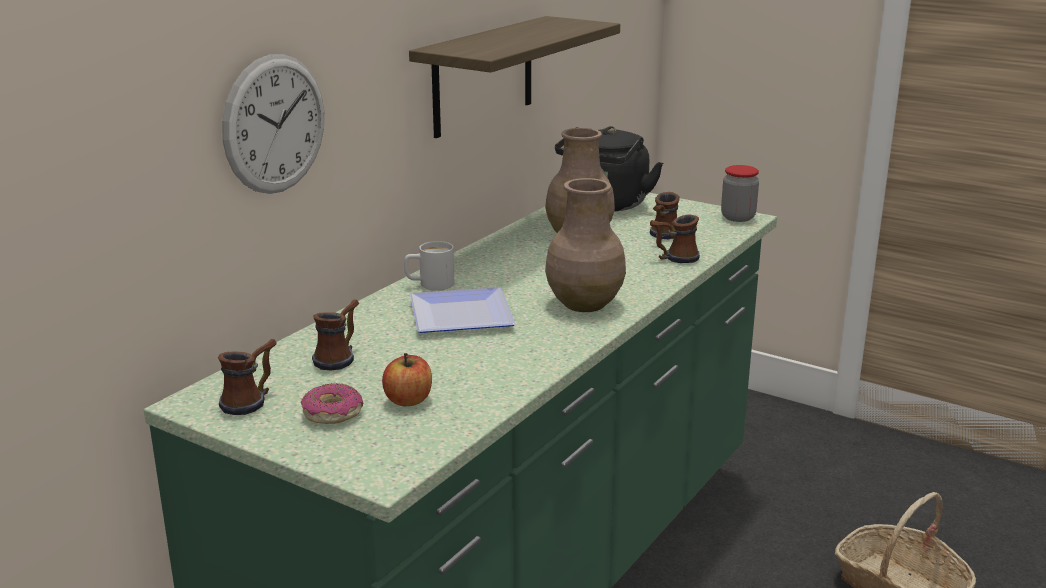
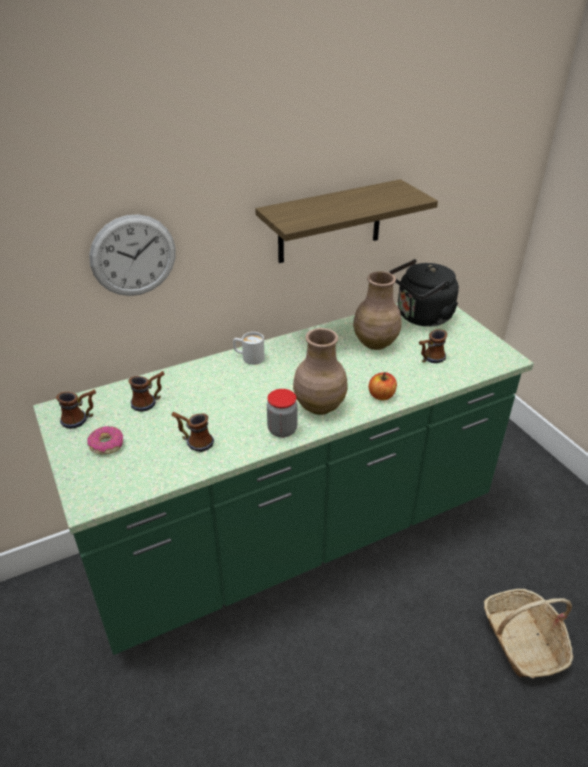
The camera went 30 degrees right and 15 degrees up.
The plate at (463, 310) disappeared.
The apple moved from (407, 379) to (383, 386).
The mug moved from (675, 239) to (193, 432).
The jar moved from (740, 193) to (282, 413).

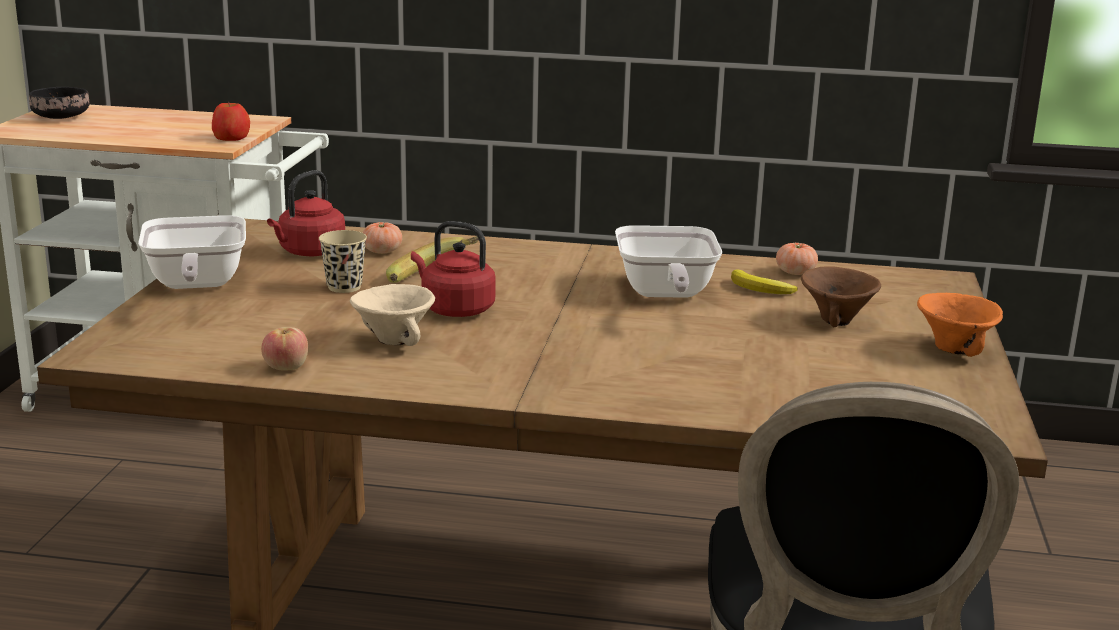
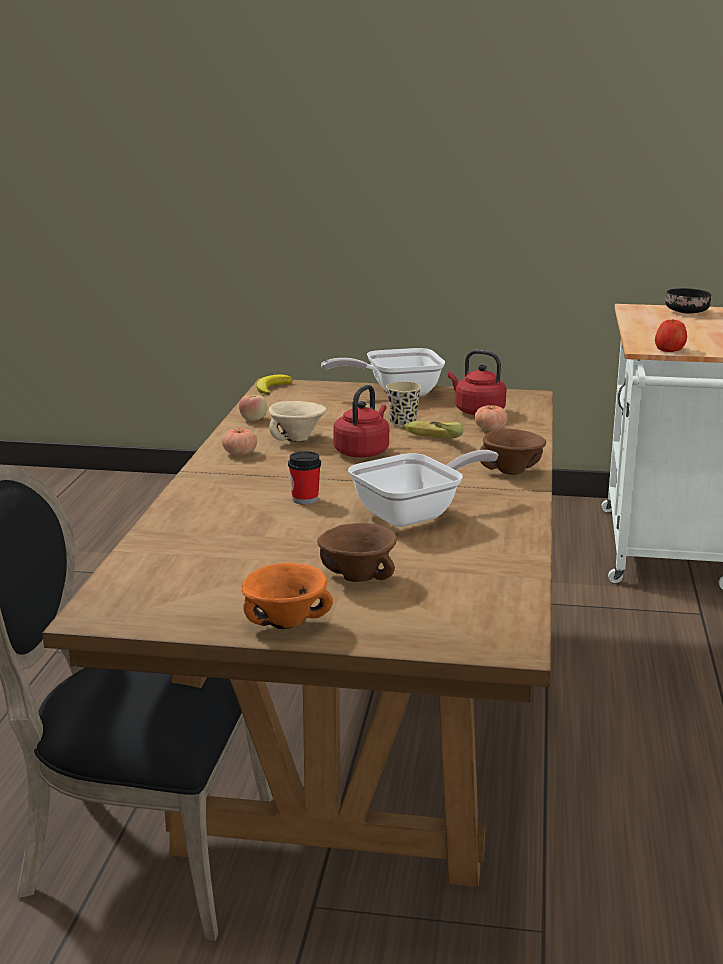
The camera went 90 degrees right and 0 degrees up.
The cup at (304, 478) appeared.
The brown bowl at (513, 452) appeared.
The banana moved from (764, 281) to (274, 385).
The tomato moved from (797, 259) to (239, 442).
The frying pan at (668, 261) turned 150 degrees clockwise.

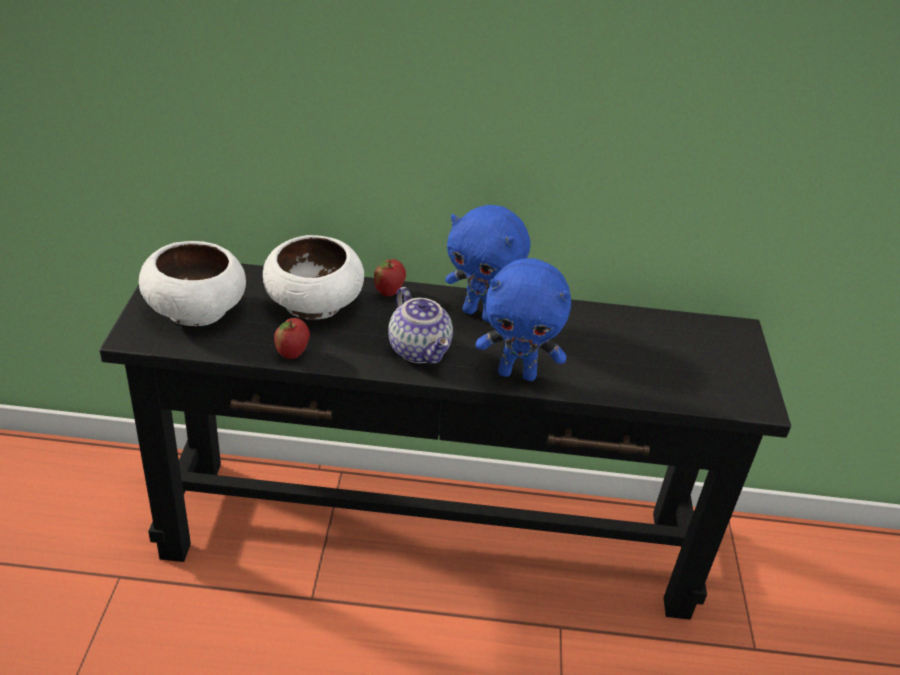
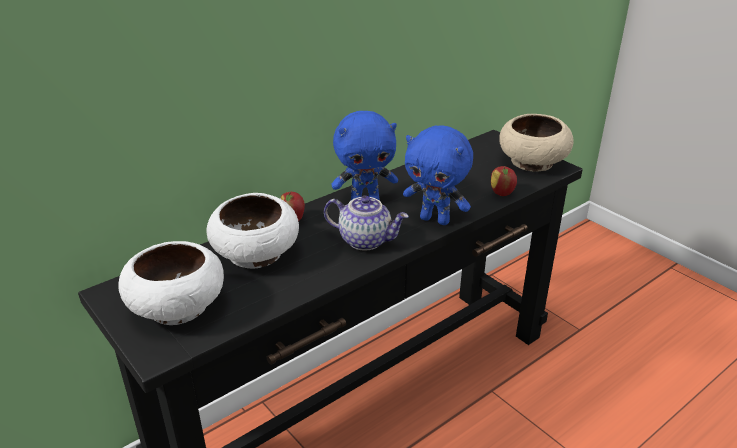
The camera went 40 degrees left and 5 degrees down.
The beige bowl at (536, 143) appeared.
The apple moved from (292, 338) to (504, 181).
The blue plush toy at (523, 319) turned 60 degrees clockwise.

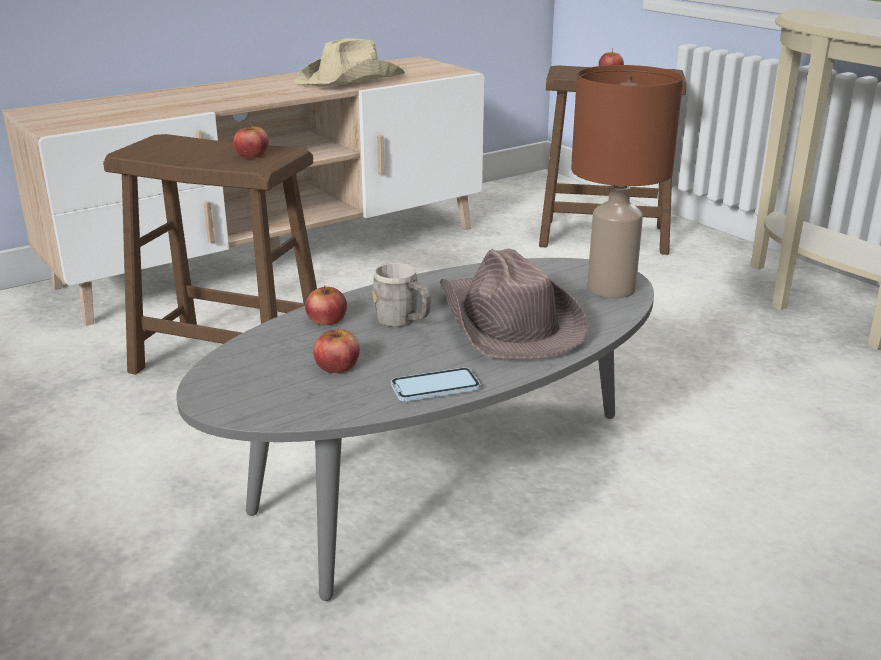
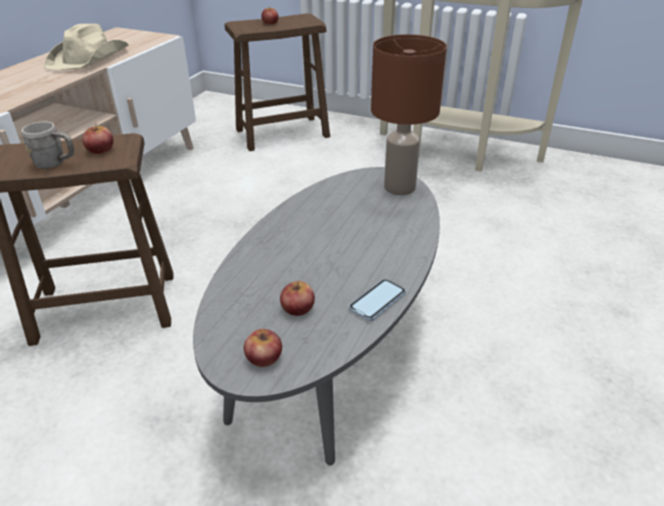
The camera went 30 degrees left and 10 degrees up.
The brown hat at (514, 304) disappeared.
The apple moved from (326, 305) to (263, 348).
The grey mug moved from (401, 295) to (48, 145).

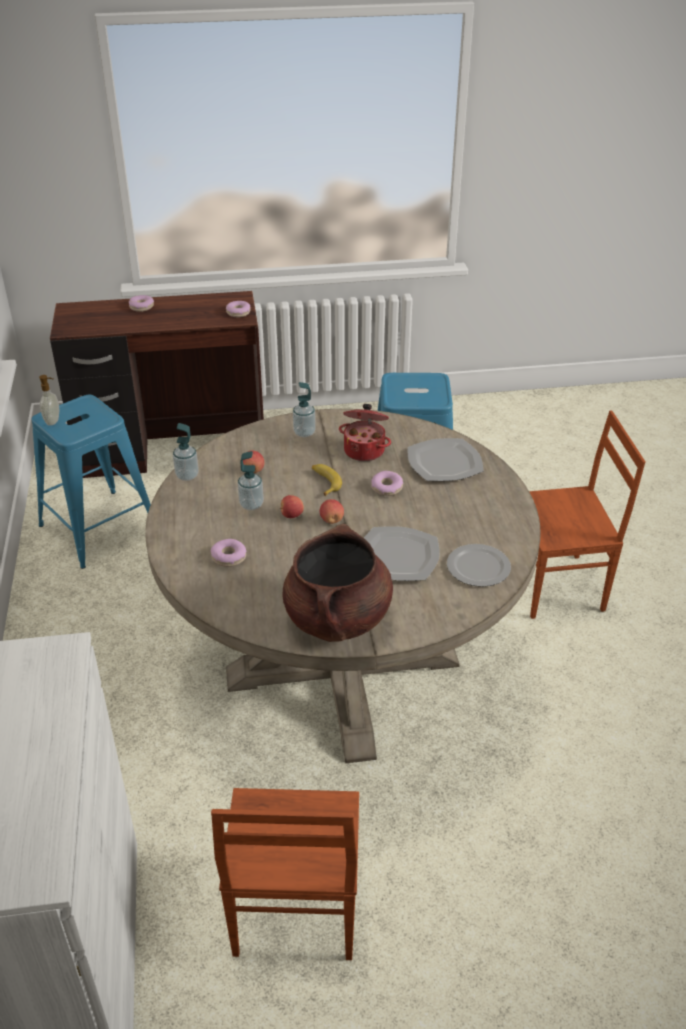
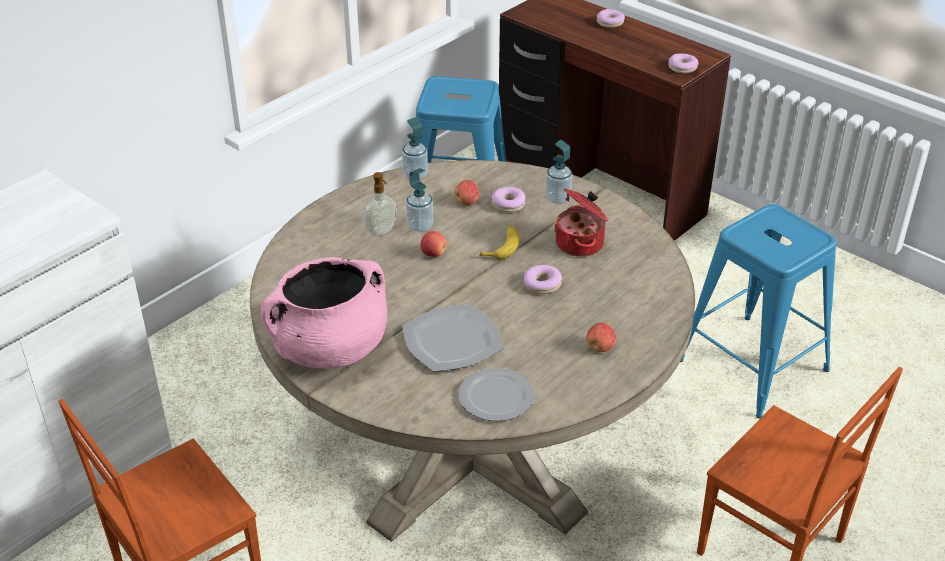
The camera went 50 degrees right and 0 degrees up.
The plate at (445, 459) disappeared.
The soap dispenser moved from (49, 400) to (380, 204).
The donut moved from (228, 553) to (508, 200).
The apple moved from (332, 511) to (601, 337).
The brown cooking pot at (338, 582) became the pink cooking pot at (324, 313).

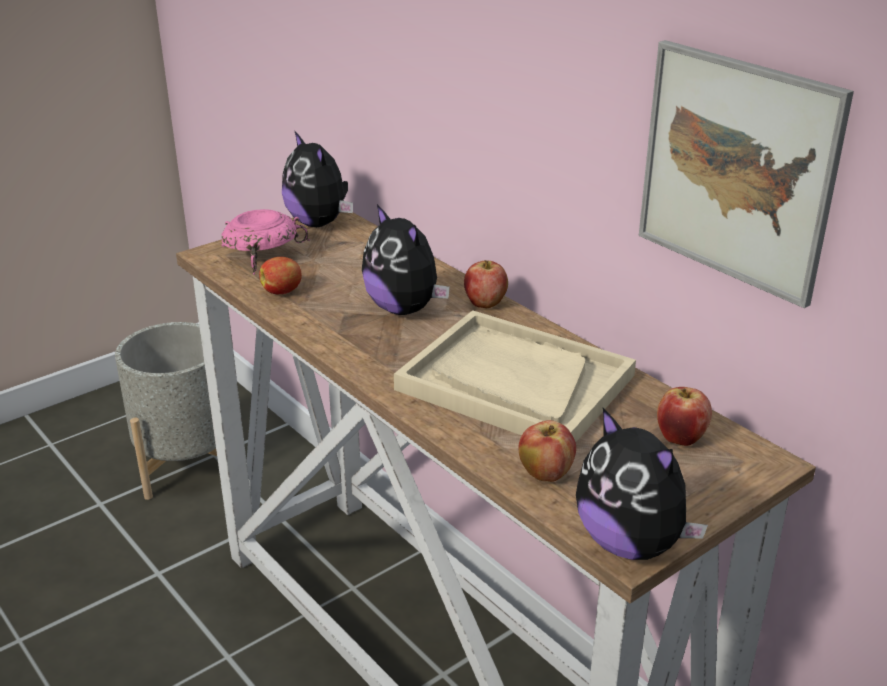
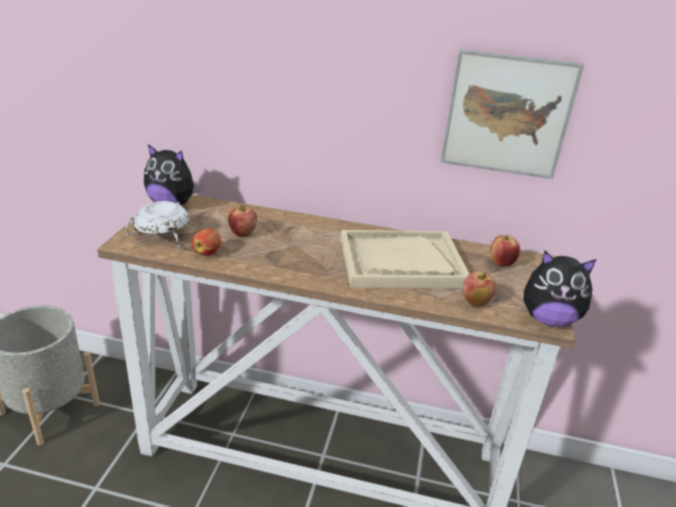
The camera went 40 degrees left and 0 degrees up.
The plush toy at (406, 259) disappeared.
The apple moved from (486, 284) to (242, 221).
The pink bowl at (265, 242) became the white bowl at (157, 224).

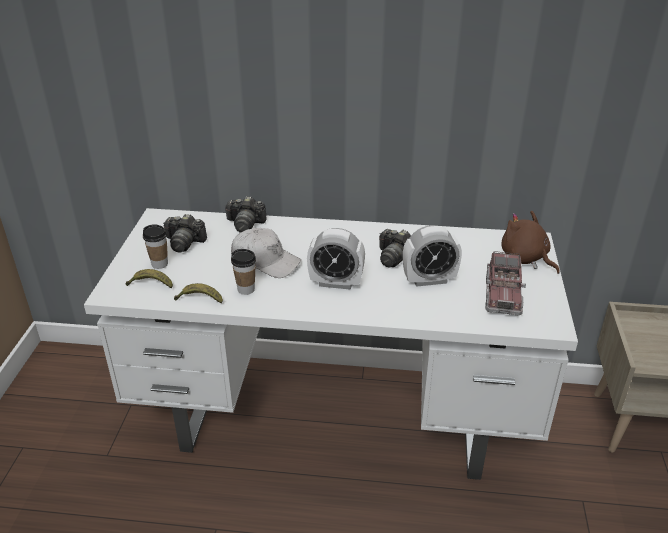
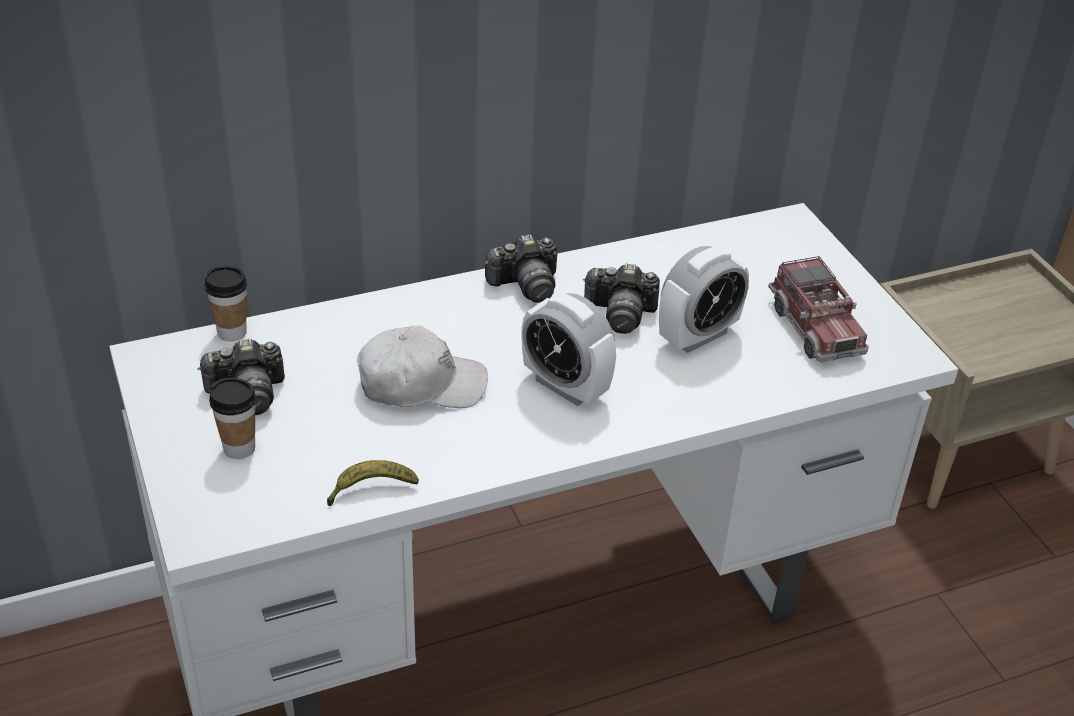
The camera went 30 degrees left and 5 degrees up.
The banana at (149, 278) disappeared.
The brown plush toy at (531, 242) disappeared.
The photo camera moved from (246, 214) to (521, 268).
The cup moved from (243, 272) to (225, 304).
The alarm clock at (336, 259) turned 60 degrees clockwise.

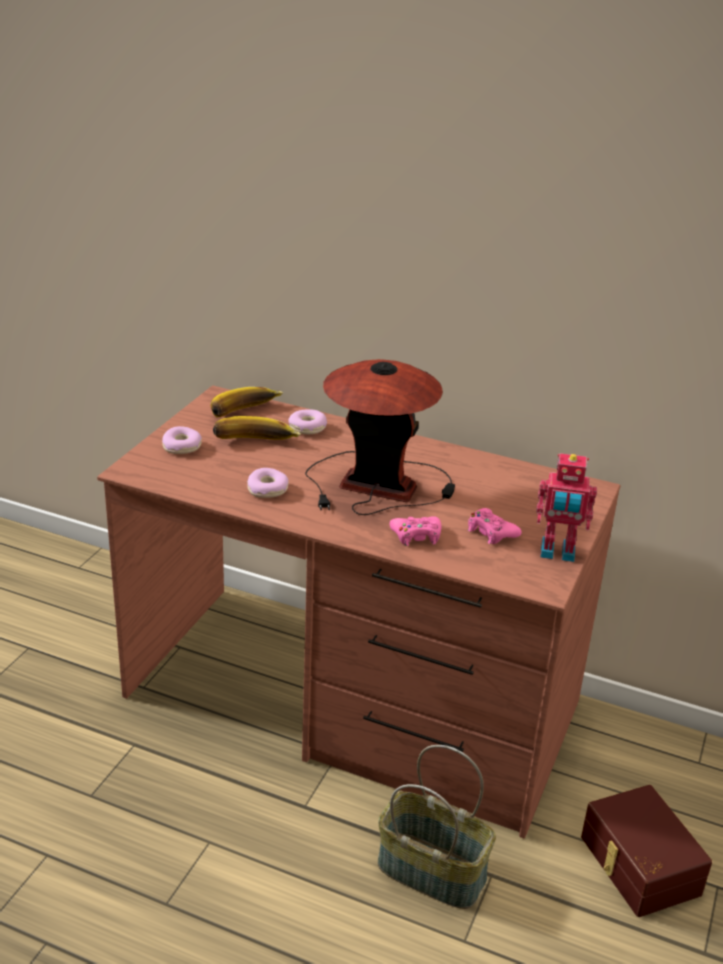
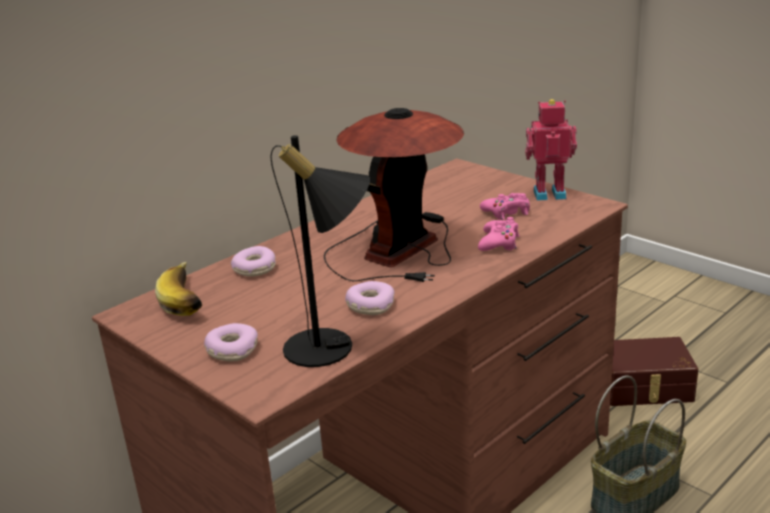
The camera went 65 degrees left and 5 degrees down.
The banana at (257, 428) disappeared.
The black table lamp at (320, 251) appeared.
The toy robot at (566, 507) turned 120 degrees counterclockwise.

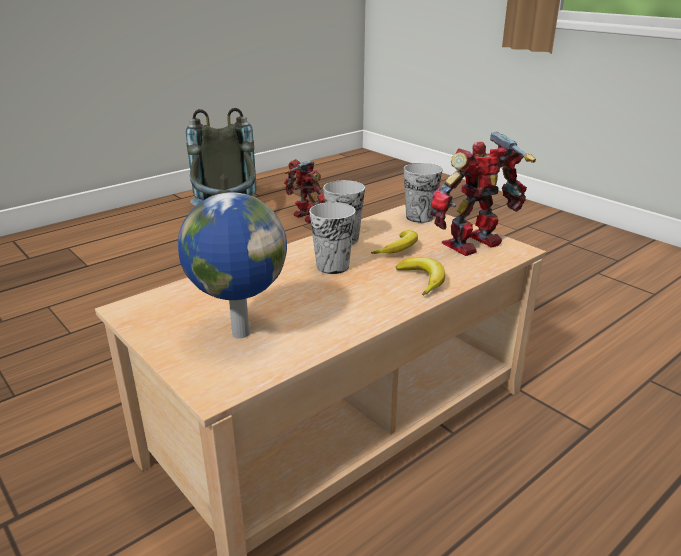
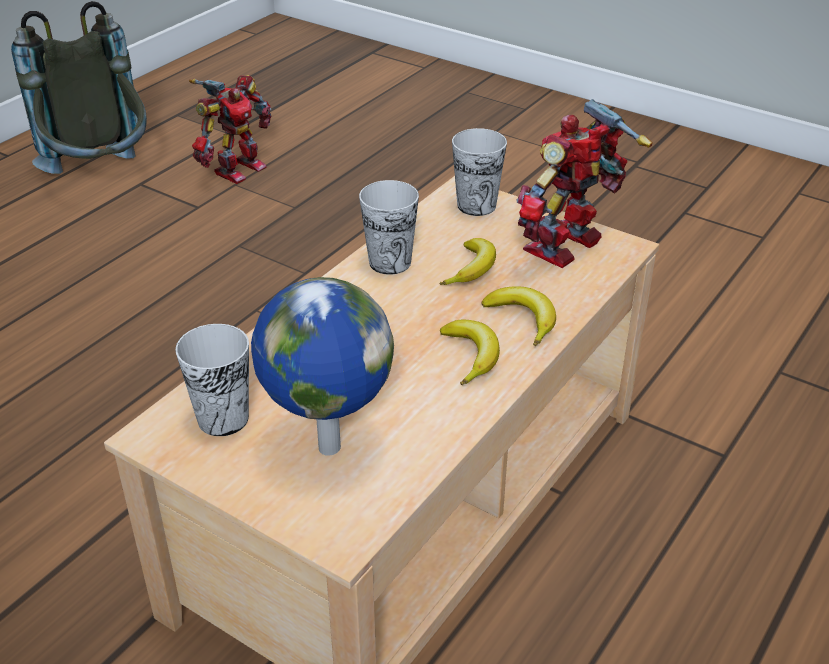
The camera went 15 degrees left and 10 degrees up.
The banana at (470, 352) appeared.
The cup moved from (332, 238) to (212, 380).
The toy robot at (304, 191) turned 90 degrees clockwise.

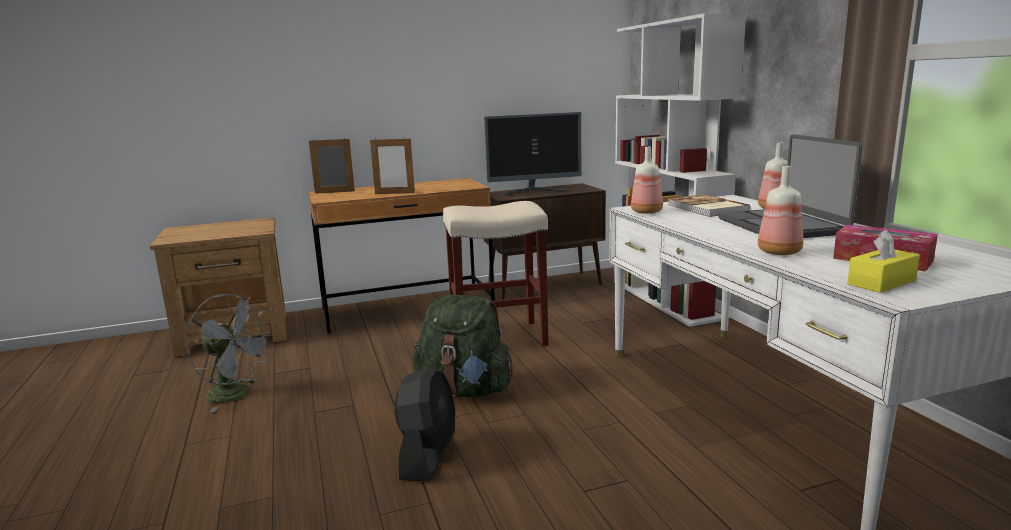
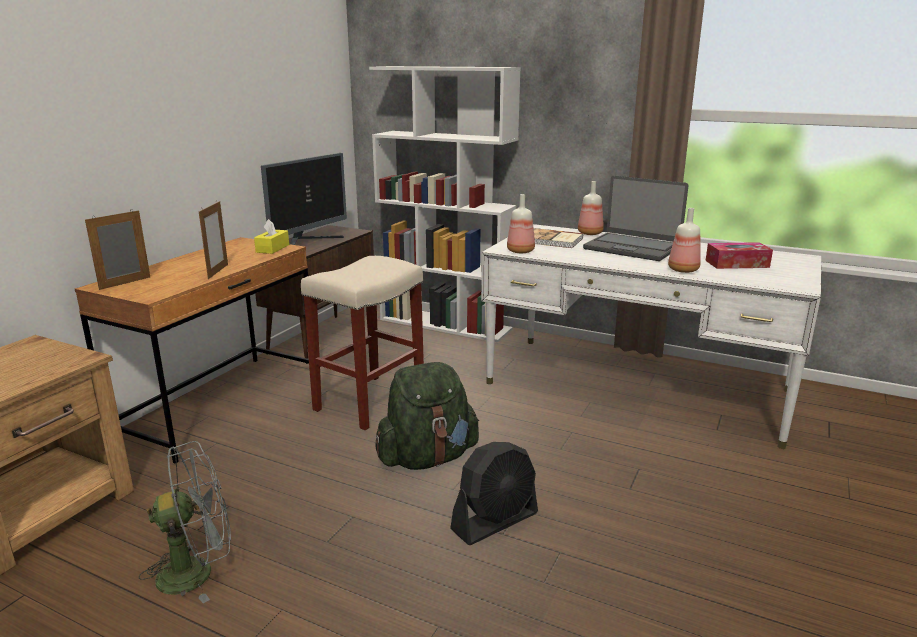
The camera went 45 degrees left and 5 degrees up.
The yellow tissue box moved from (883, 261) to (271, 236).
The picture frame at (392, 165) turned 45 degrees counterclockwise.
The black fan at (424, 424) turned 90 degrees clockwise.

